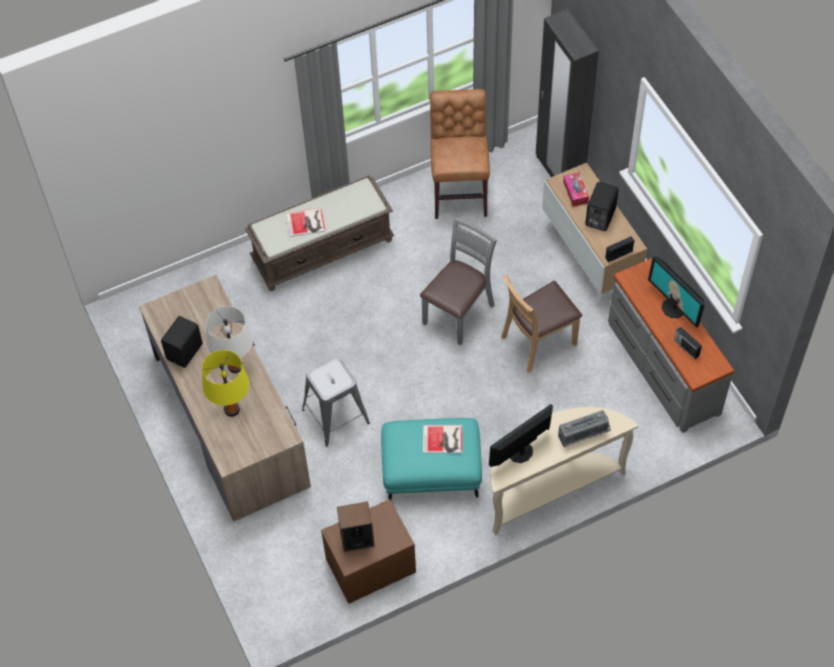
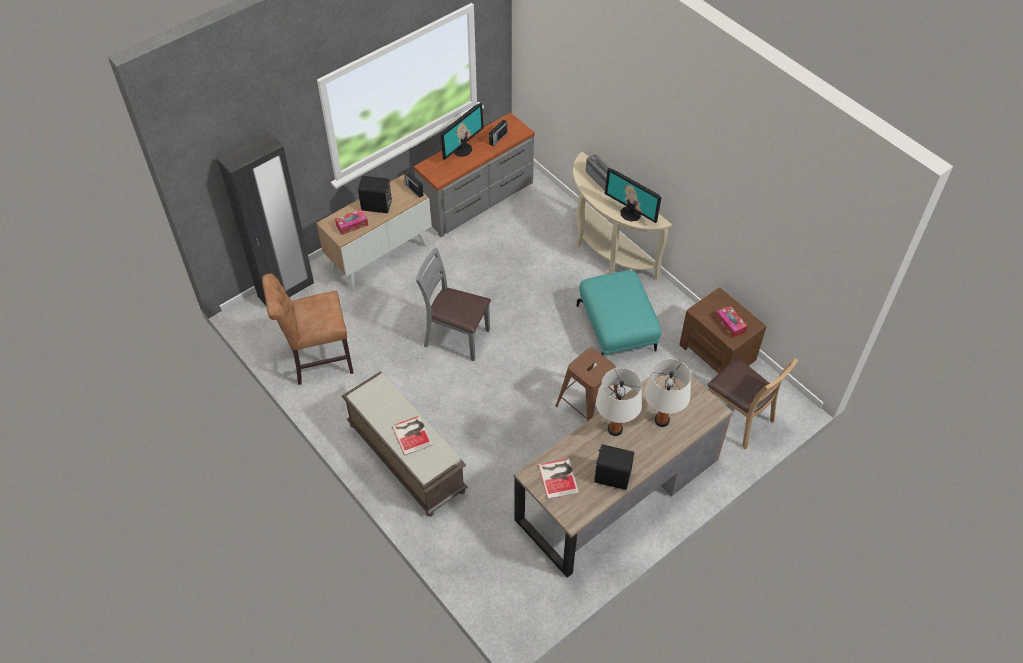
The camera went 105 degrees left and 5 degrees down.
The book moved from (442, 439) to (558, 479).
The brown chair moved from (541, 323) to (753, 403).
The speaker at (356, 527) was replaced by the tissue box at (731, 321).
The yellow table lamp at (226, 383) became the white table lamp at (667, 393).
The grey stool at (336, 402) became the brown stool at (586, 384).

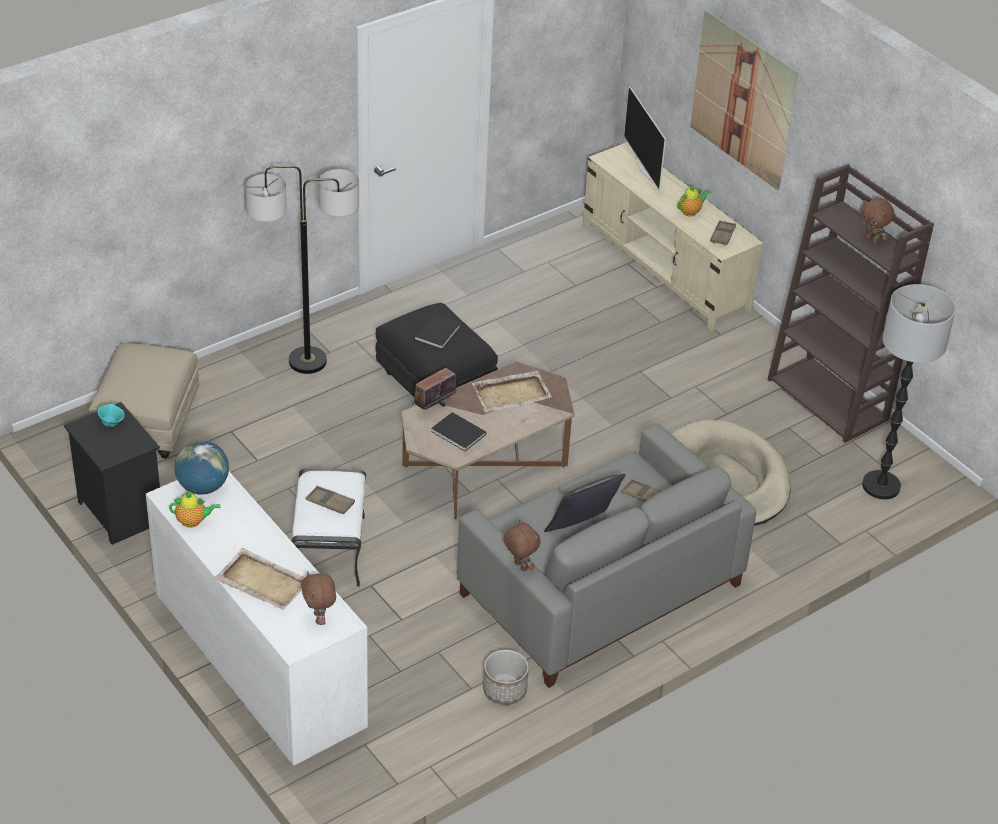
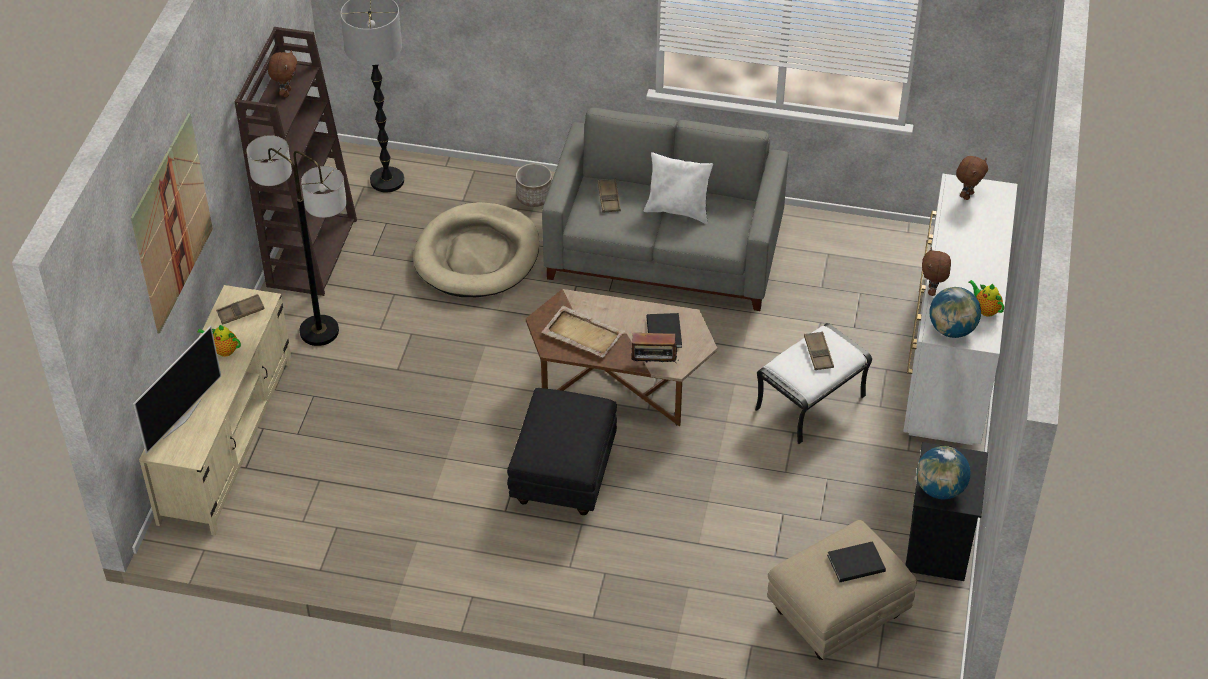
The camera went 130 degrees left and 5 degrees up.
The beige tray at (259, 579) disappeared.
The floor lamp moved from (302, 270) to (296, 240).
The black book moved from (437, 331) to (856, 561).
The planter moved from (506, 677) to (534, 185).
The brown plush toy moved from (522, 545) to (936, 271).
The turquoise bowl at (110, 415) was replaced by the globe at (943, 472).
The black pillow at (584, 503) became the white pillow at (678, 188).

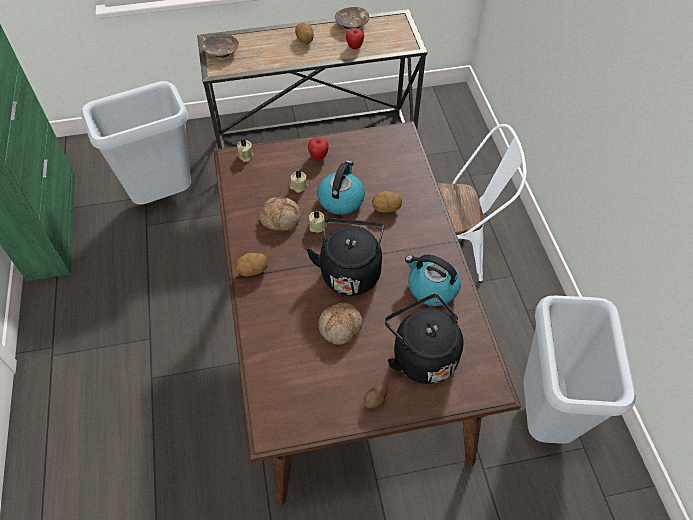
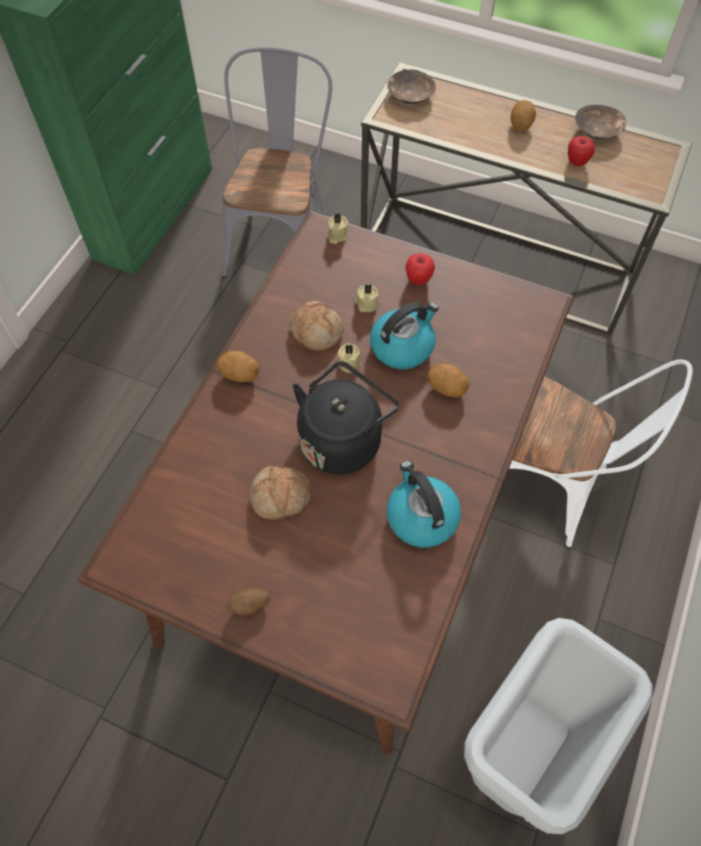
The camera went 35 degrees right and 5 degrees up.
The black kettle at (424, 339) disappeared.
The grey trash can at (136, 143) was replaced by the grey chair at (277, 162).

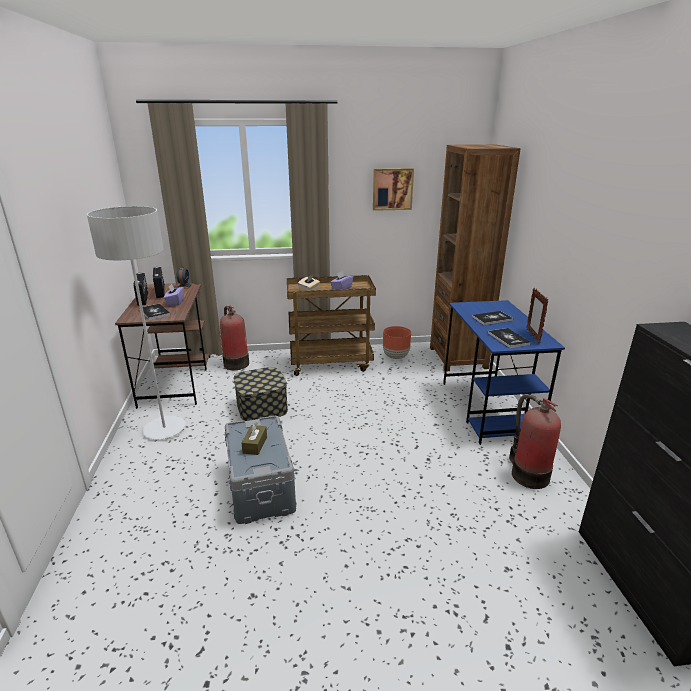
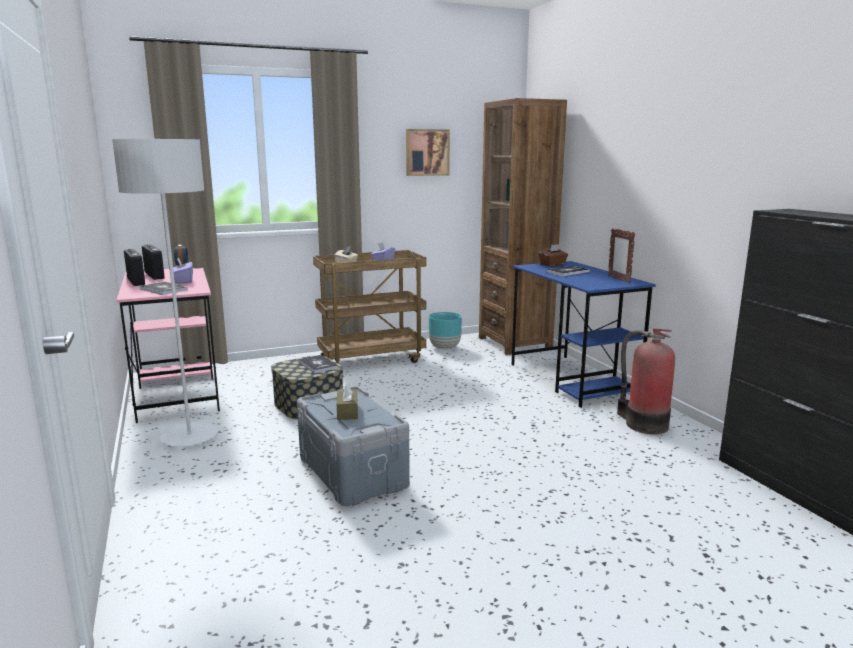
The camera went 15 degrees left and 10 degrees down.
The fire extinguisher at (234, 338) disappeared.
The brown tissue box at (553, 255) appeared.
The book moved from (509, 338) to (318, 364).
The brown desk at (162, 346) became the pink desk at (168, 345).
The brown planter at (397, 342) became the turquoise planter at (445, 331).

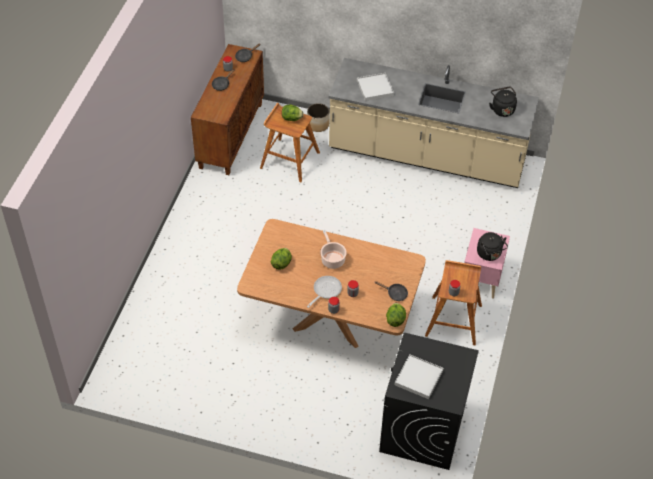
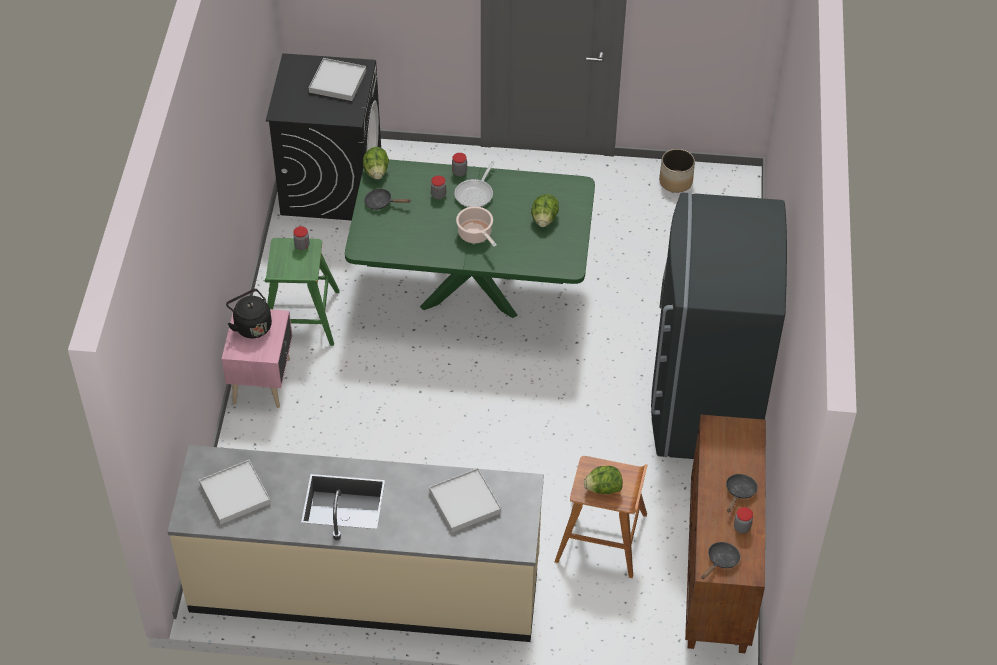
The camera went 170 degrees right and 0 degrees up.
The grey fridge at (719, 325) appeared.
The planter moved from (318, 117) to (677, 171).
The black kettle at (503, 101) was replaced by the white tray at (235, 492).
The brown dining table at (331, 283) became the green dining table at (470, 238).
The brown stool at (453, 303) became the green stool at (302, 292).

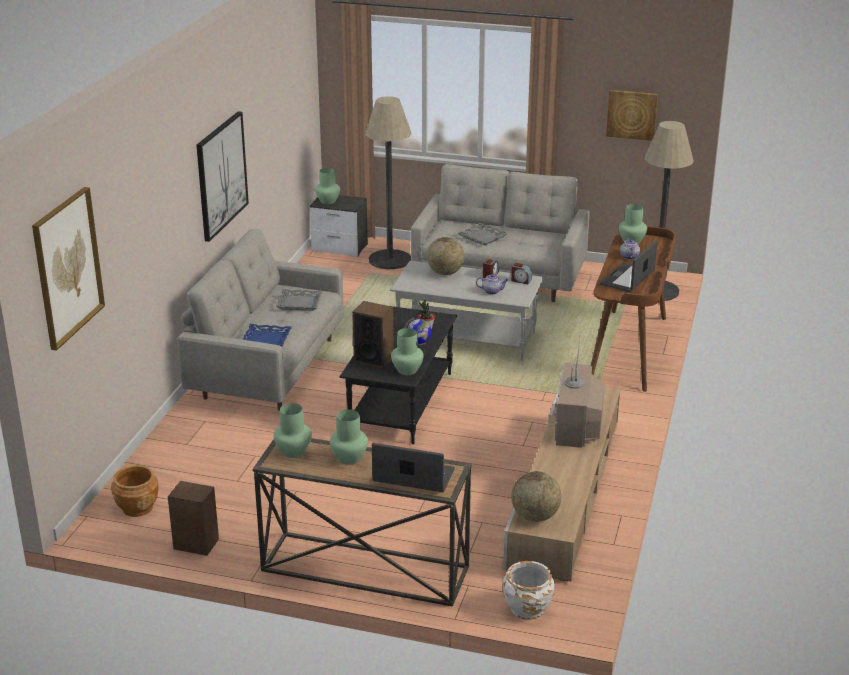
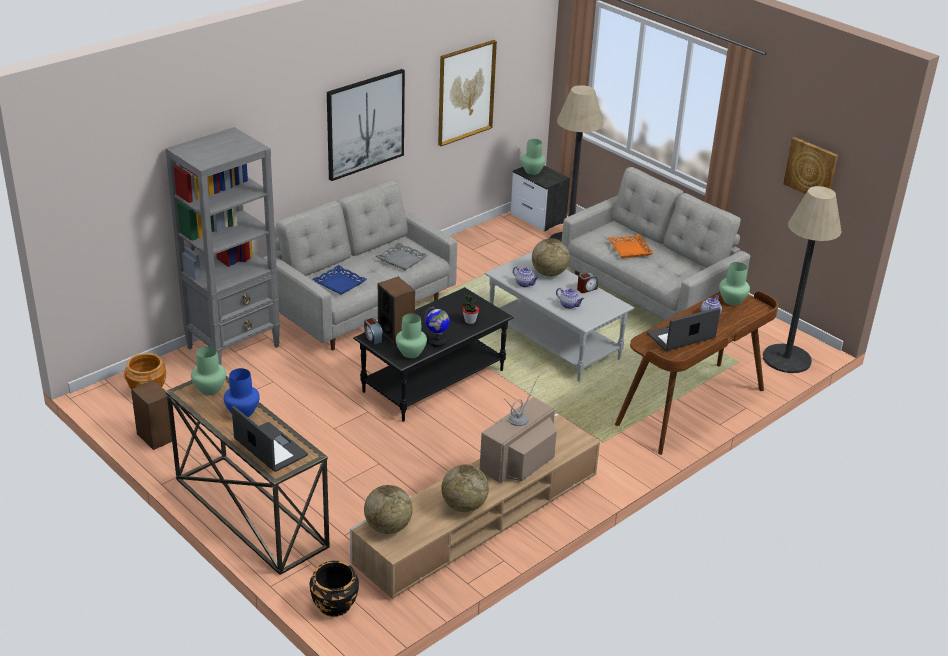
The camera went 30 degrees right and 5 degrees up.
The grey bookcase at (222, 246) appeared.
The globe at (465, 488) appeared.
The teapot at (525, 276) appeared.
The picture moved from (68, 269) to (467, 93).
The alarm clock moved from (521, 274) to (373, 331).
The green vase at (349, 437) became the blue vase at (242, 392).
The grey tray at (483, 234) became the orange tray at (631, 246).
The white planter at (528, 590) became the black planter at (334, 589).

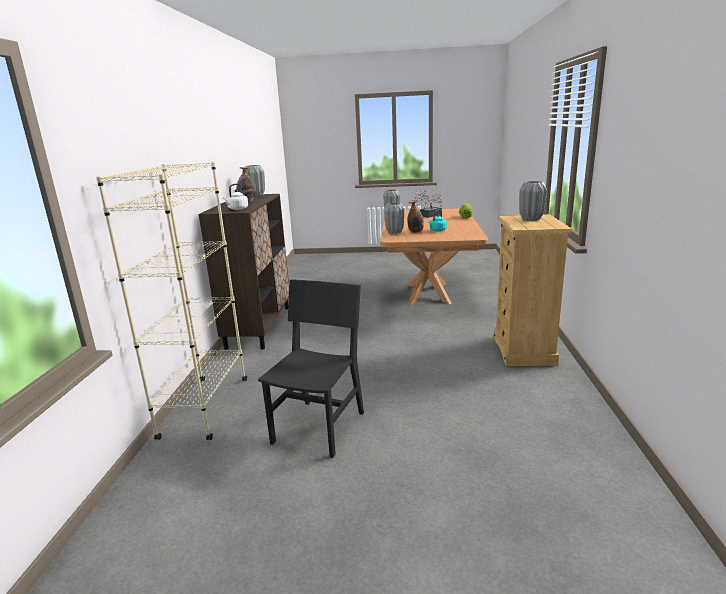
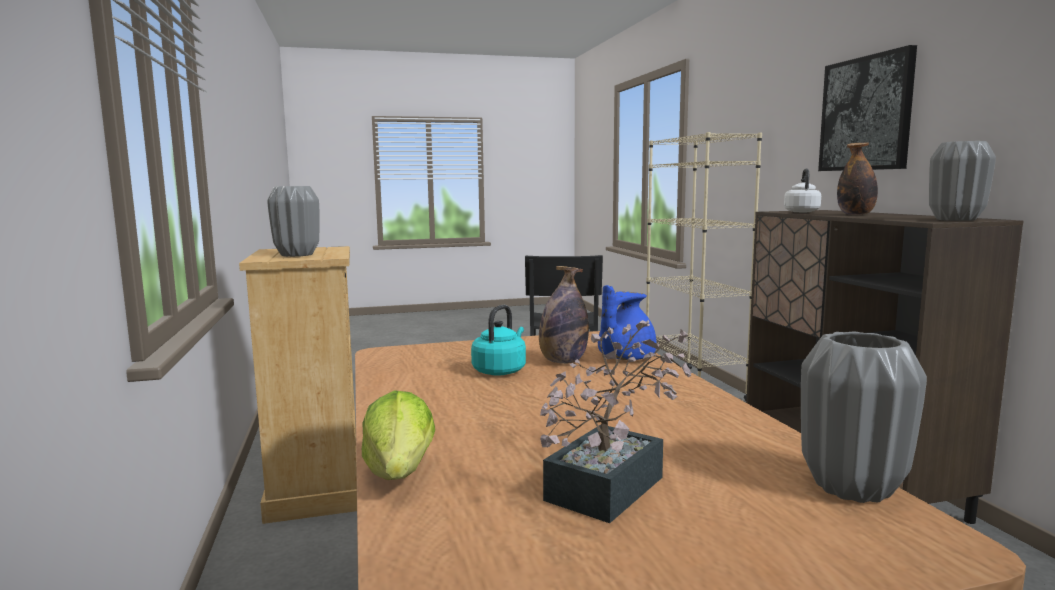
The camera went 160 degrees right and 10 degrees down.
The picture at (867, 108) appeared.
The grey vase at (394, 218) was replaced by the blue teapot at (627, 322).

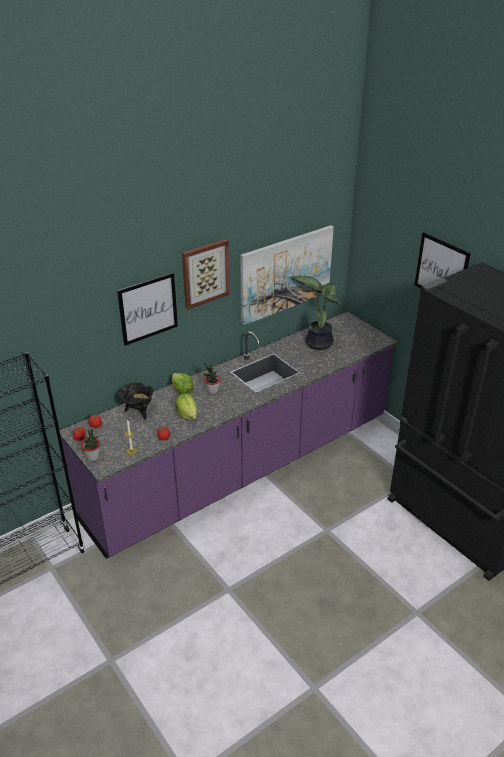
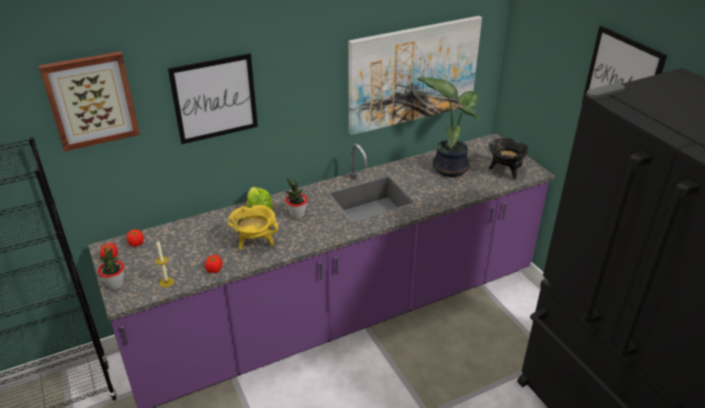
The camera went 10 degrees right and 0 degrees up.
The black cooking pot moved from (136, 401) to (508, 158).
The picture moved from (206, 274) to (89, 101).
The lettuce at (186, 406) was replaced by the yellow cooking pot at (253, 227).

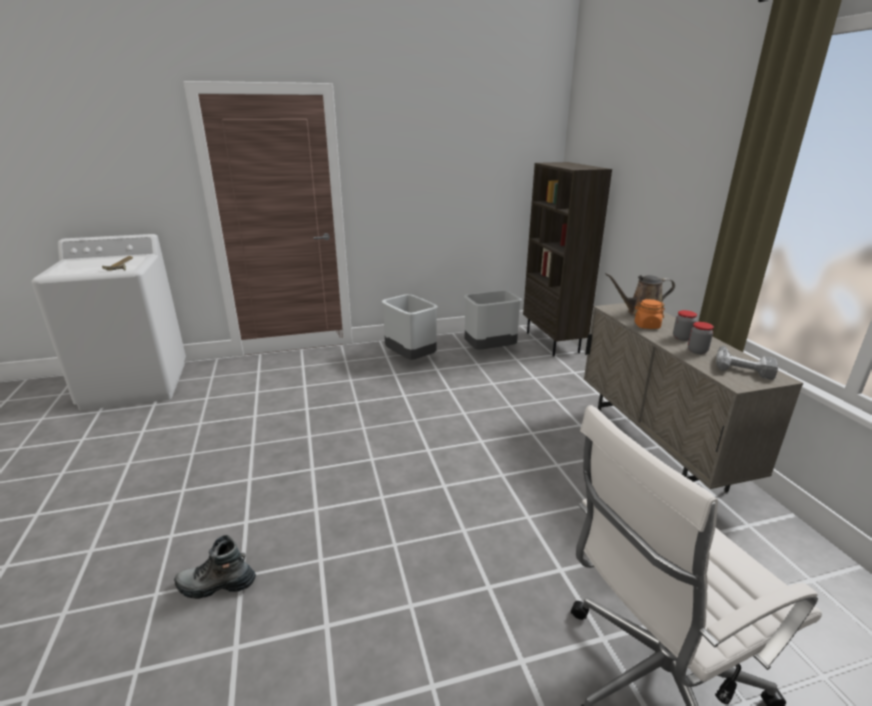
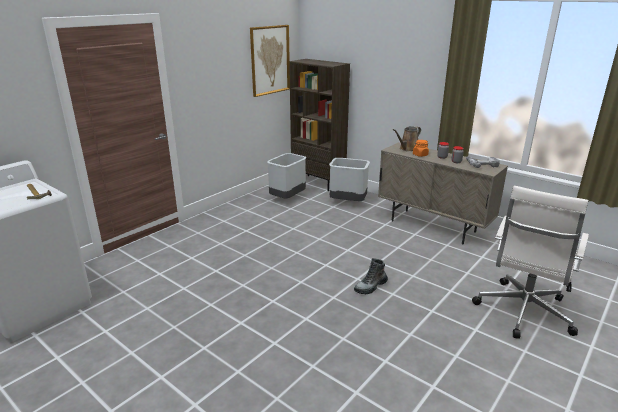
The camera went 35 degrees left and 0 degrees up.
The picture at (270, 61) appeared.
The boot moved from (215, 567) to (371, 276).
The grey trash can moved from (410, 327) to (349, 179).

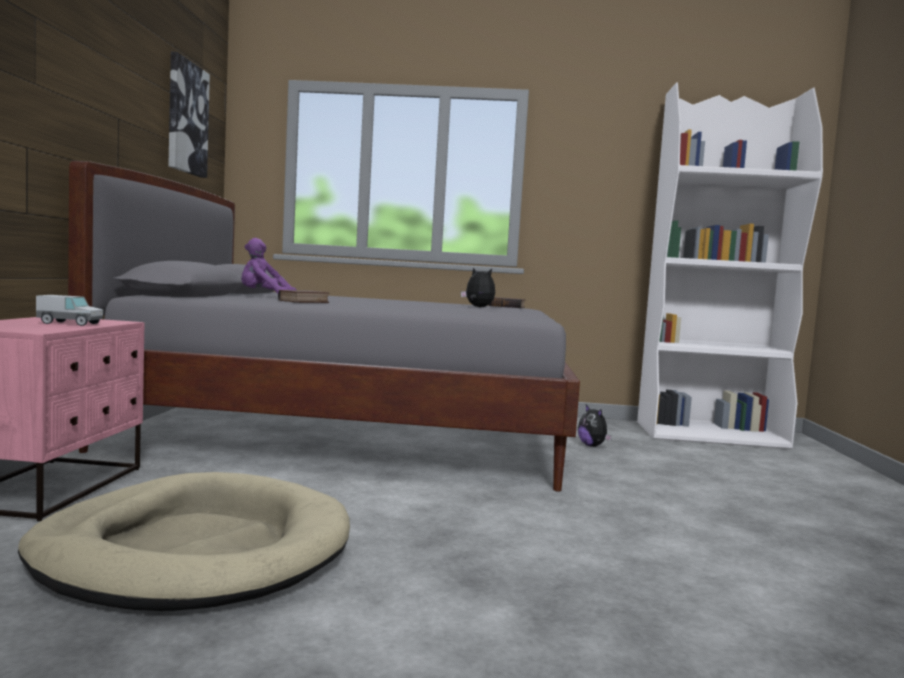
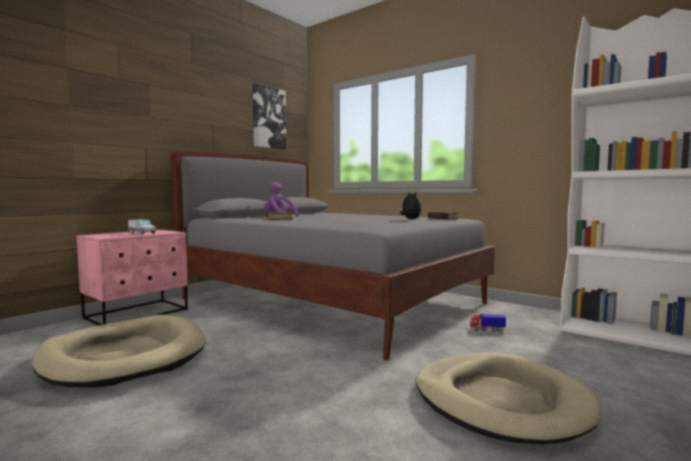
The camera went 35 degrees right and 0 degrees up.
The beige dog bed at (508, 398) appeared.
The plush toy at (595, 426) was replaced by the toy truck at (488, 323).

